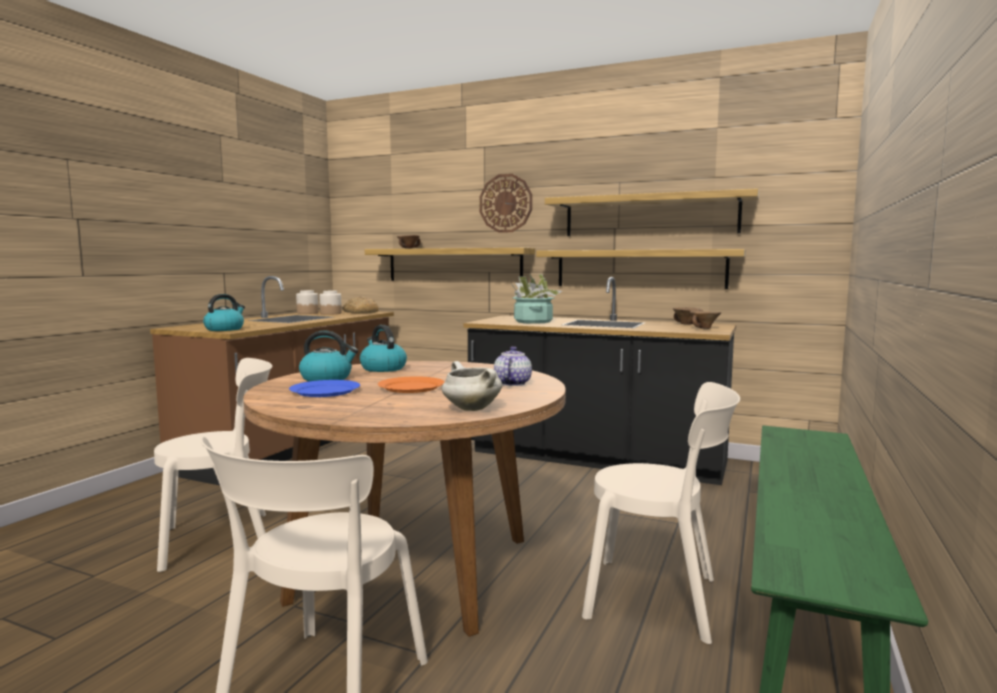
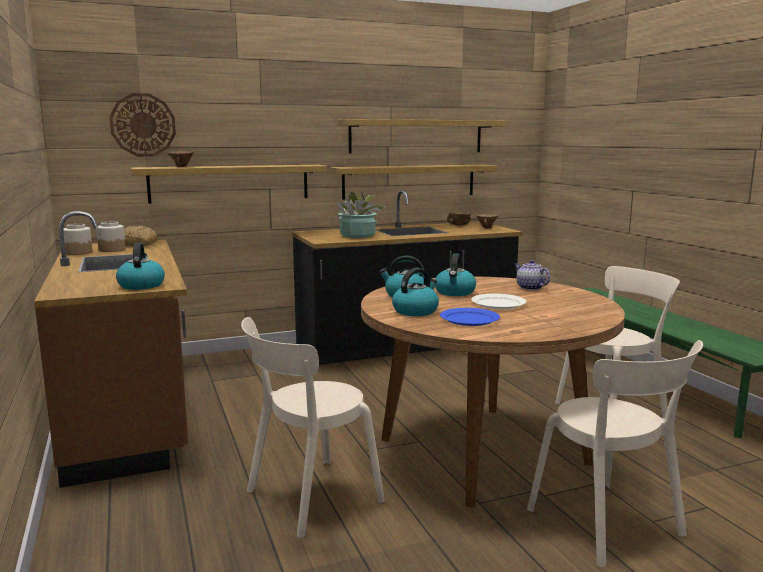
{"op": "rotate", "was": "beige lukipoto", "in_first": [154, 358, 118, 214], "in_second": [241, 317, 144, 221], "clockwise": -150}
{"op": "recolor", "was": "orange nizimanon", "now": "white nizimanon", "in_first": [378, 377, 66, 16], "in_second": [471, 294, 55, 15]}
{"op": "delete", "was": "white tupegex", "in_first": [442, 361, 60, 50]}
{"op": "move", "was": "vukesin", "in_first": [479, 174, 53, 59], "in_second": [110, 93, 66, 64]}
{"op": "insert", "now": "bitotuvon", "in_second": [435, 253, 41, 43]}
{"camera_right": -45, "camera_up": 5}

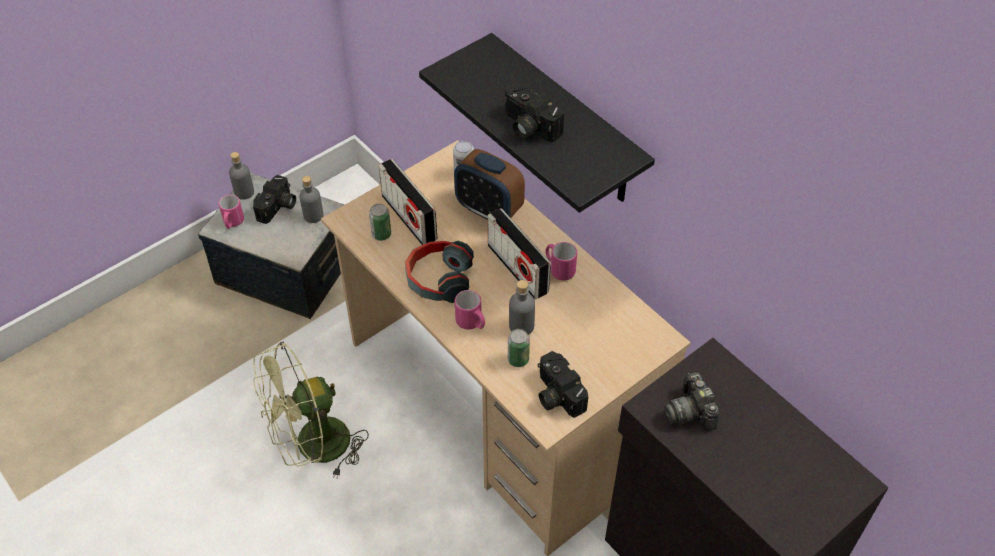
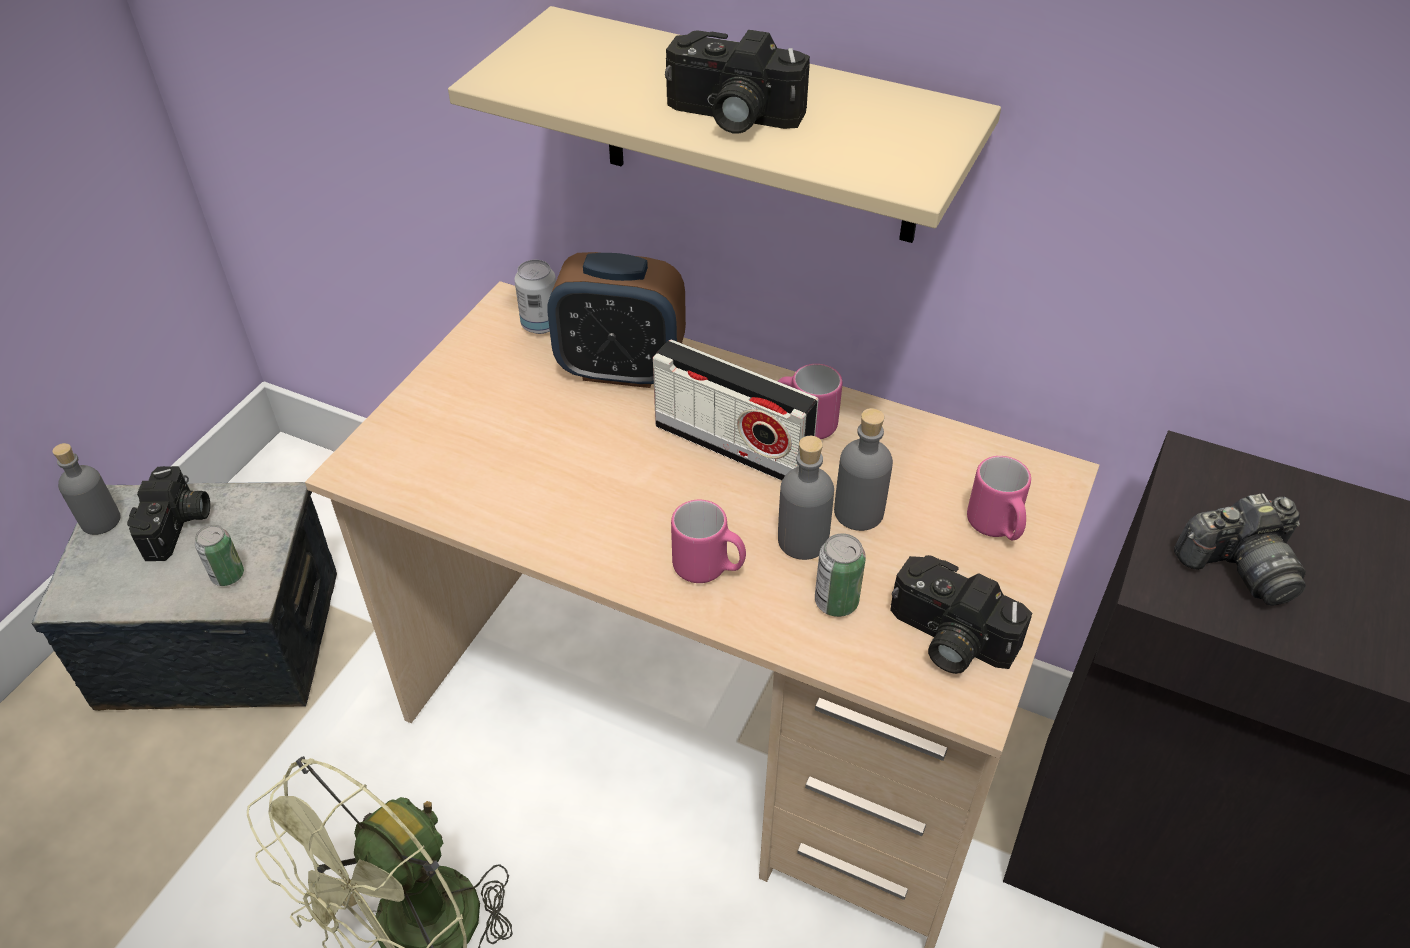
{"op": "move", "was": "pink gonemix", "in_first": [219, 195, 25, 34], "in_second": [967, 456, 64, 84]}
{"op": "move", "was": "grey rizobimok", "in_first": [299, 176, 25, 47], "in_second": [834, 408, 59, 123]}
{"op": "move", "was": "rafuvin", "in_first": [369, 204, 22, 37], "in_second": [195, 525, 49, 61]}
{"op": "delete", "was": "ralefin", "in_first": [378, 159, 59, 86]}
{"op": "delete", "was": "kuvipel", "in_first": [405, 240, 69, 63]}
{"op": "recolor", "was": "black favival", "now": "beige favival", "in_first": [419, 33, 236, 180], "in_second": [448, 6, 553, 237]}
{"op": "rotate", "was": "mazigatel", "in_first": [664, 372, 55, 59], "in_second": [1174, 493, 132, 113], "clockwise": -60}
{"camera_right": -25, "camera_up": -5}

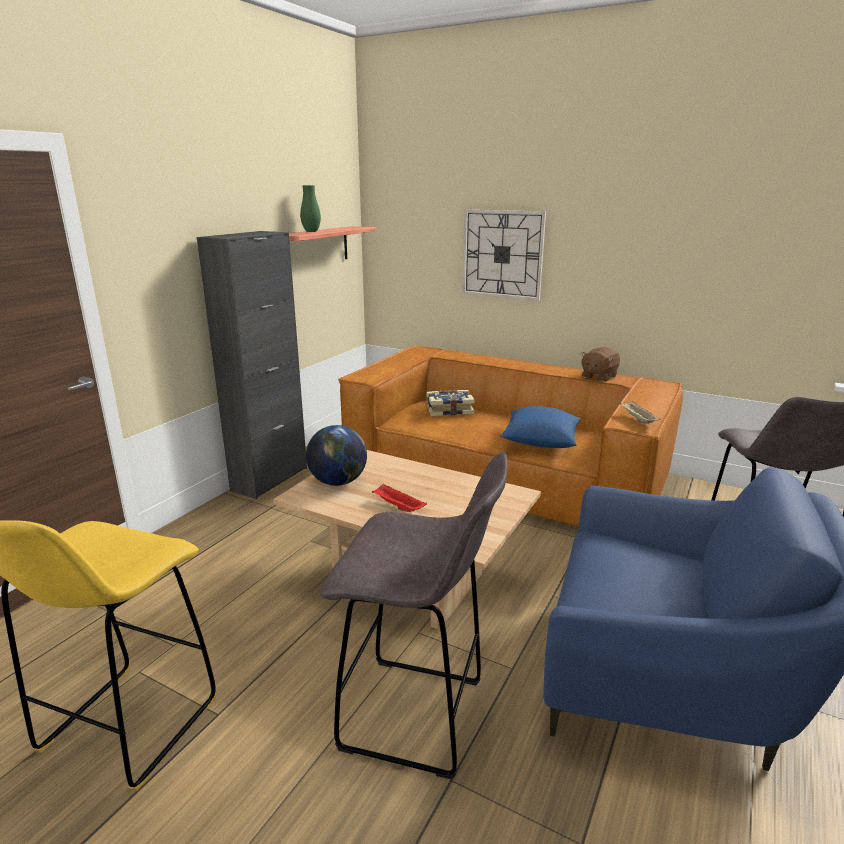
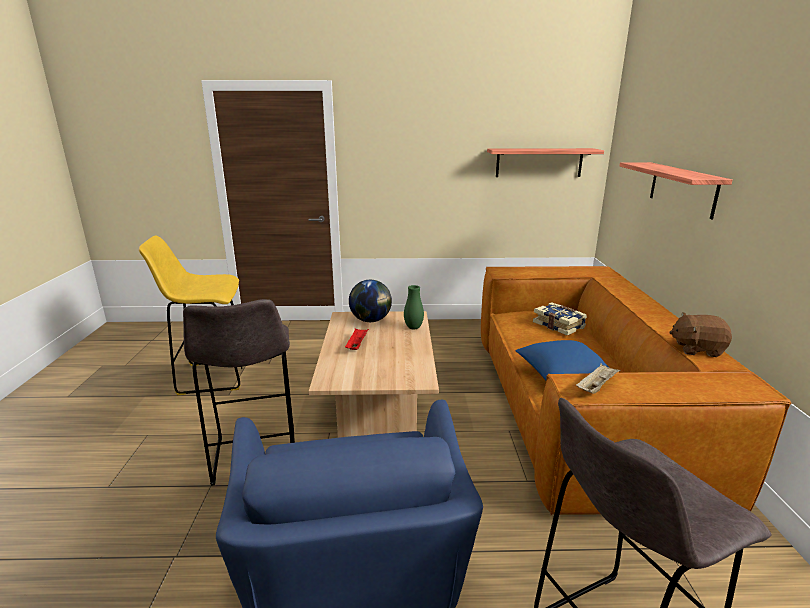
{"op": "delete", "was": "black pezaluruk", "in_first": [197, 231, 110, 268]}
{"op": "move", "was": "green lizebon", "in_first": [300, 185, 21, 47], "in_second": [404, 285, 20, 45]}
{"op": "replace", "was": "vukesin", "now": "favival", "in_first": [462, 210, 84, 91], "in_second": [619, 162, 114, 57]}
{"camera_right": 60, "camera_up": 0}

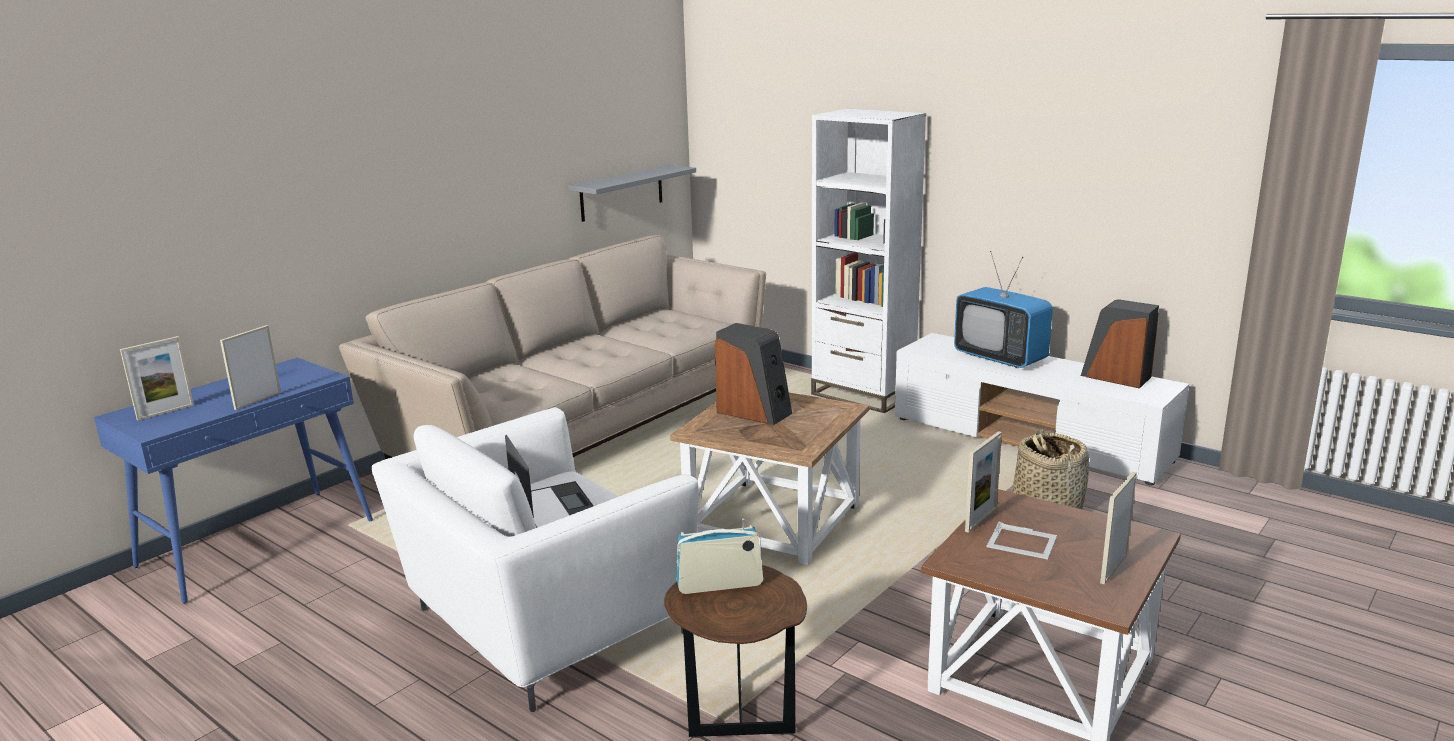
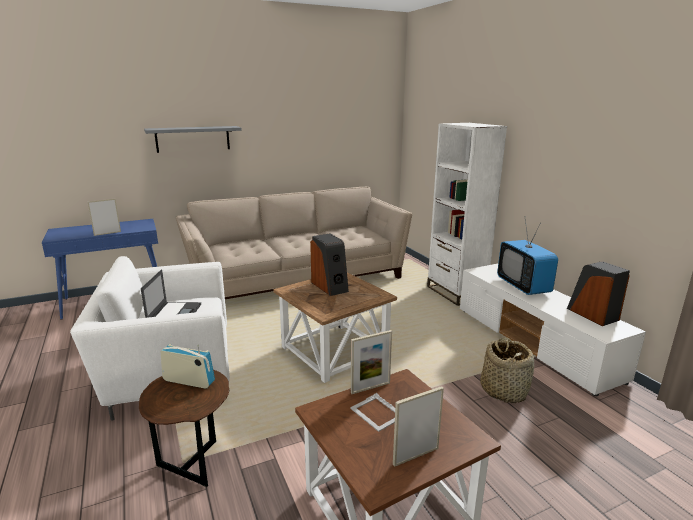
{"op": "delete", "was": "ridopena", "in_first": [120, 336, 74, 84]}
{"op": "move", "was": "grey favival", "in_first": [568, 165, 128, 57], "in_second": [144, 126, 98, 27]}
{"camera_right": 25, "camera_up": 0}

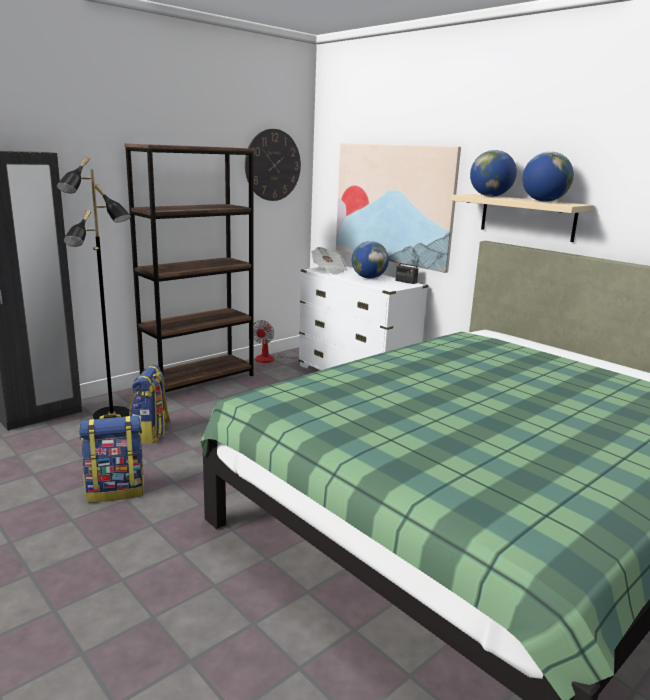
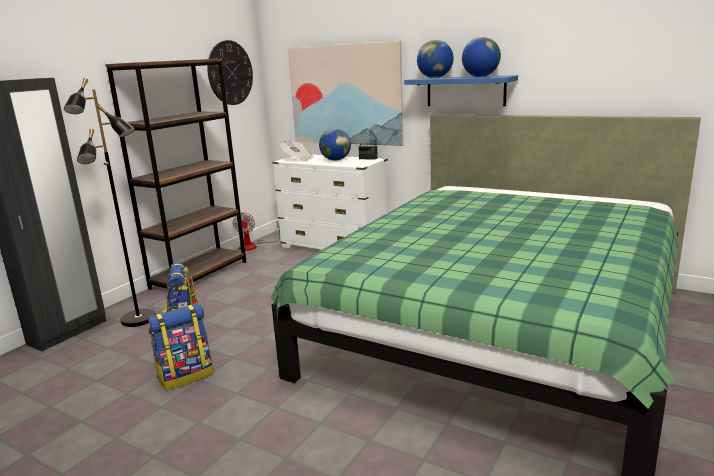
{"op": "recolor", "was": "beige favival", "now": "blue favival", "in_first": [451, 194, 143, 48], "in_second": [404, 75, 114, 31]}
{"camera_right": -15, "camera_up": 0}

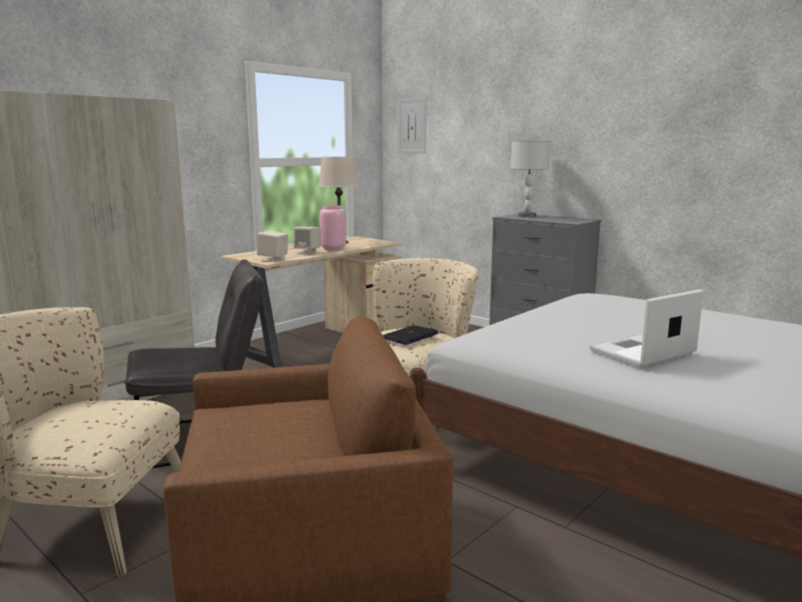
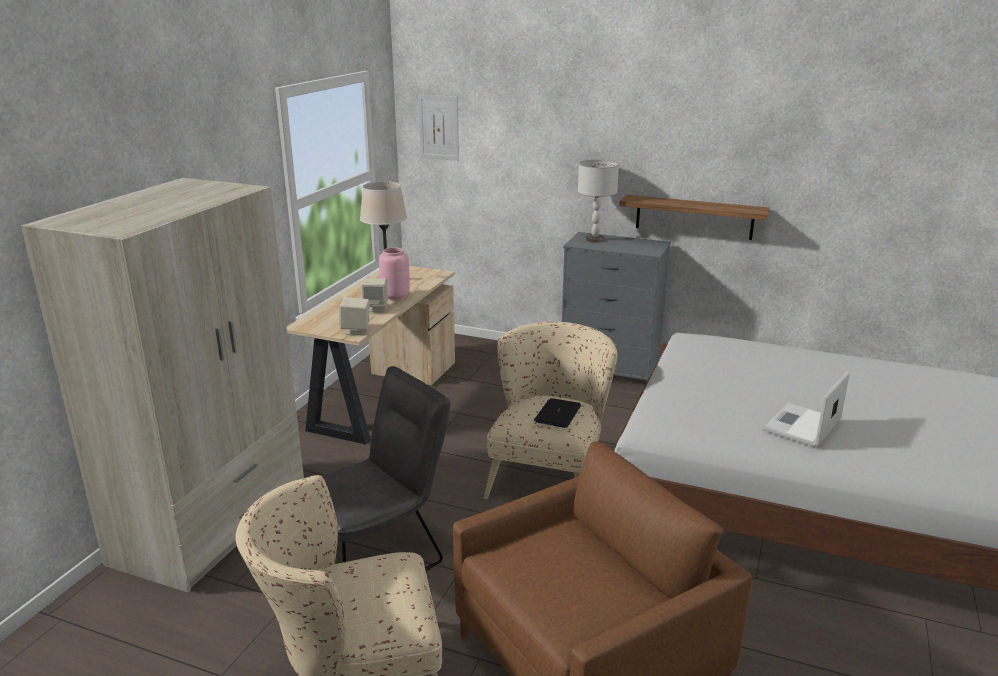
{"op": "insert", "now": "favival", "in_second": [619, 195, 151, 45]}
{"camera_right": -20, "camera_up": 10}

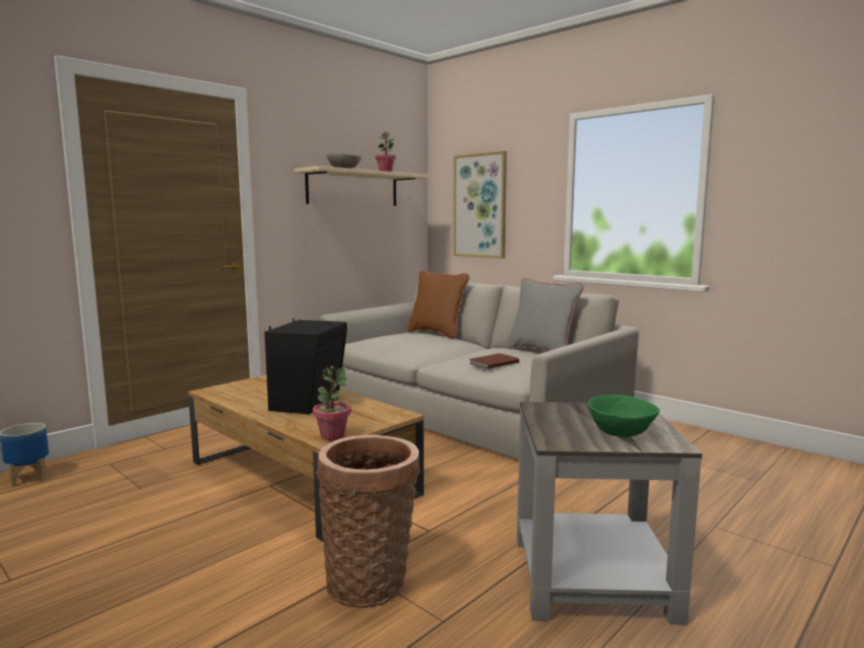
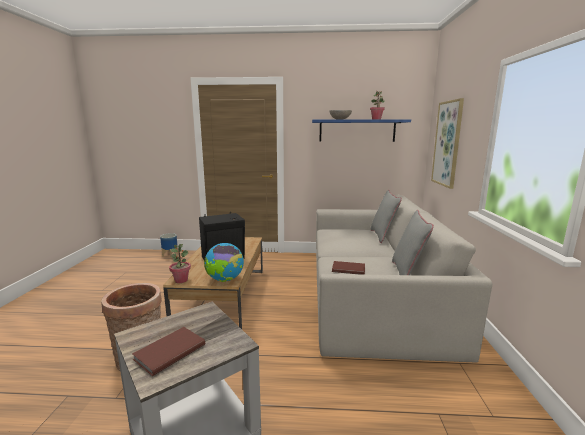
{"op": "recolor", "was": "beige favival", "now": "blue favival", "in_first": [294, 166, 134, 40], "in_second": [312, 119, 99, 23]}
{"op": "recolor", "was": "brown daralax", "now": "grey daralax", "in_first": [407, 270, 62, 69], "in_second": [370, 190, 32, 53]}
{"op": "replace", "was": "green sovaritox", "now": "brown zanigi", "in_first": [588, 395, 72, 42], "in_second": [132, 327, 73, 49]}
{"op": "insert", "now": "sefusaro", "in_second": [204, 243, 40, 39]}
{"camera_right": 50, "camera_up": 5}

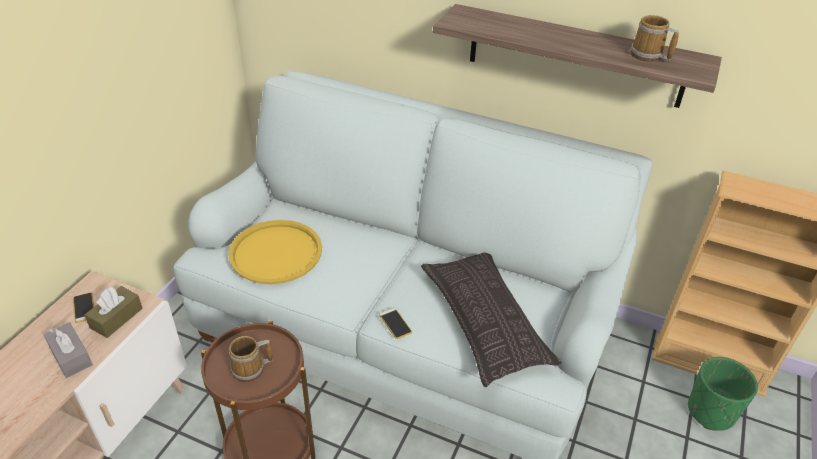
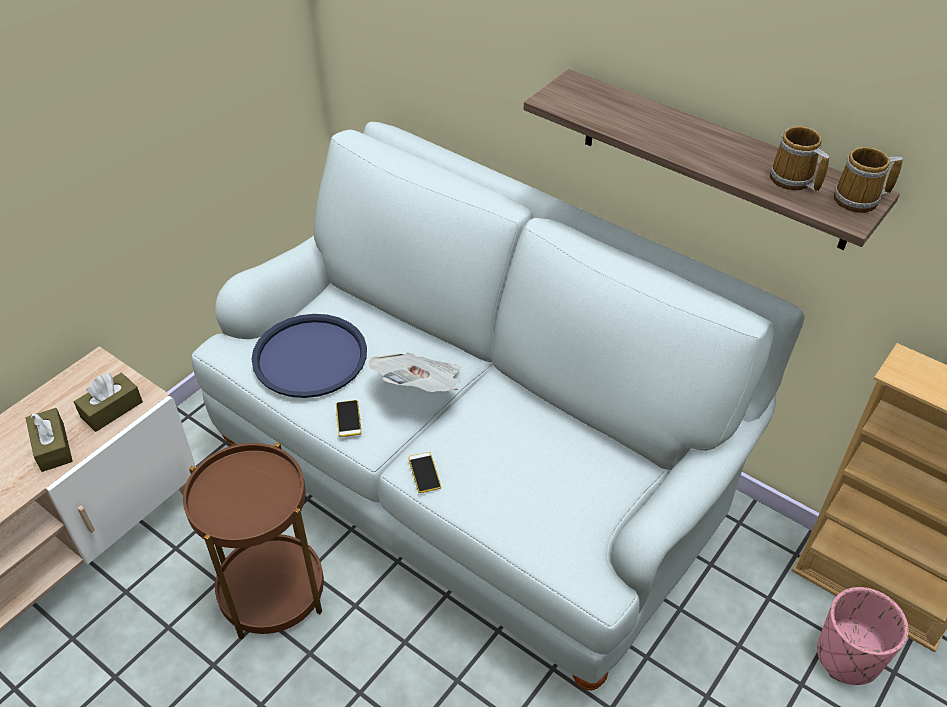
{"op": "recolor", "was": "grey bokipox", "now": "brown bokipox", "in_first": [43, 322, 50, 56], "in_second": [26, 408, 47, 64]}
{"op": "move", "was": "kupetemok", "in_first": [73, 292, 21, 31], "in_second": [336, 400, 26, 37]}
{"op": "recolor", "was": "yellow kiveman", "now": "blue kiveman", "in_first": [228, 220, 94, 64], "in_second": [251, 314, 116, 84]}
{"op": "move", "was": "gonemix", "in_first": [229, 336, 44, 46], "in_second": [834, 147, 69, 66]}
{"op": "delete", "was": "daralax", "in_first": [421, 253, 141, 134]}
{"op": "recolor", "was": "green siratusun", "now": "pink siratusun", "in_first": [688, 357, 70, 74], "in_second": [817, 587, 91, 98]}
{"op": "insert", "now": "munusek", "in_second": [369, 352, 92, 40]}
{"camera_right": 15, "camera_up": 5}

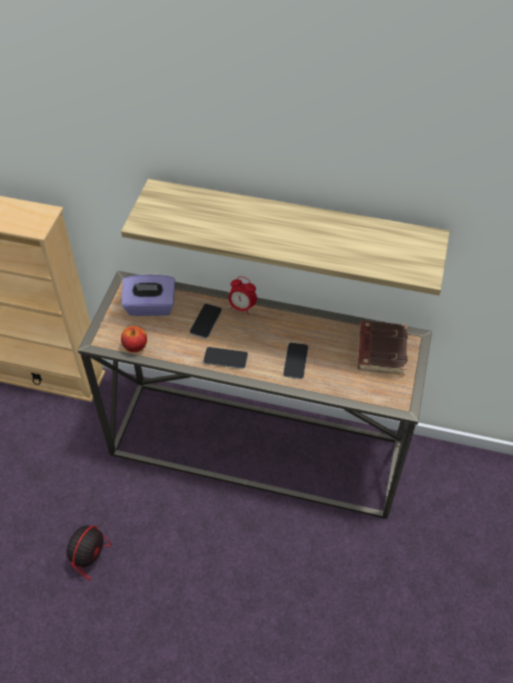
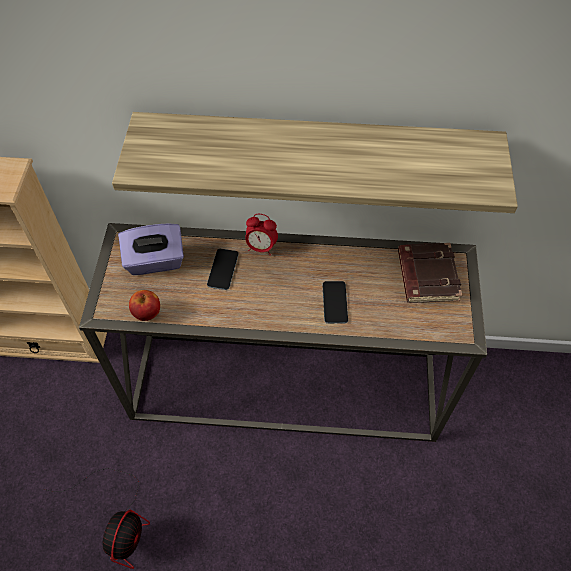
{"op": "delete", "was": "kupetemok", "in_first": [203, 347, 45, 22]}
{"camera_right": -10, "camera_up": 5}

